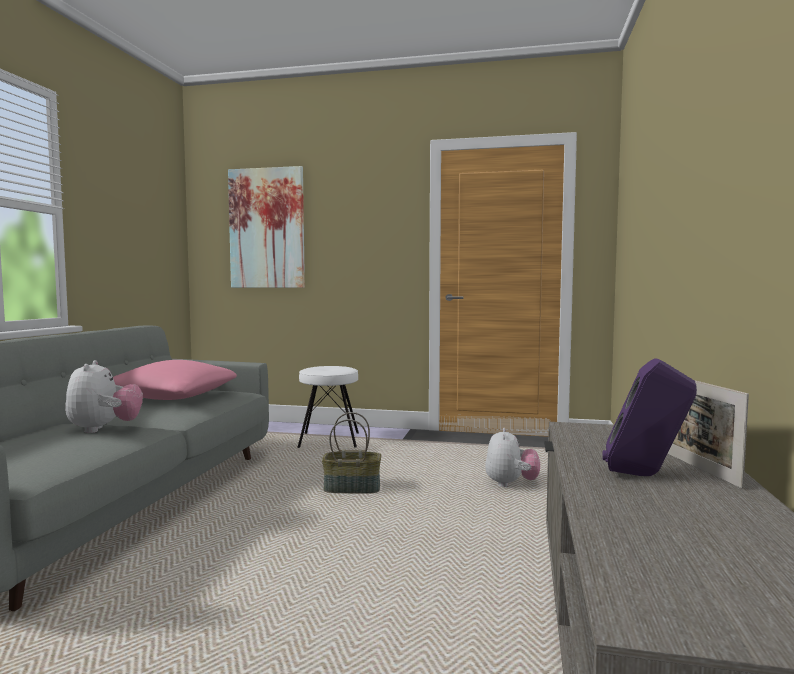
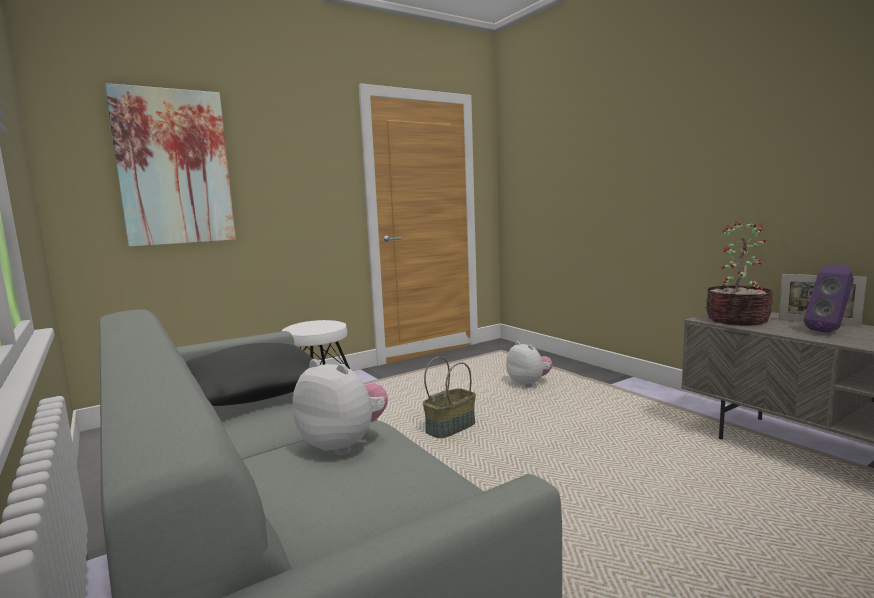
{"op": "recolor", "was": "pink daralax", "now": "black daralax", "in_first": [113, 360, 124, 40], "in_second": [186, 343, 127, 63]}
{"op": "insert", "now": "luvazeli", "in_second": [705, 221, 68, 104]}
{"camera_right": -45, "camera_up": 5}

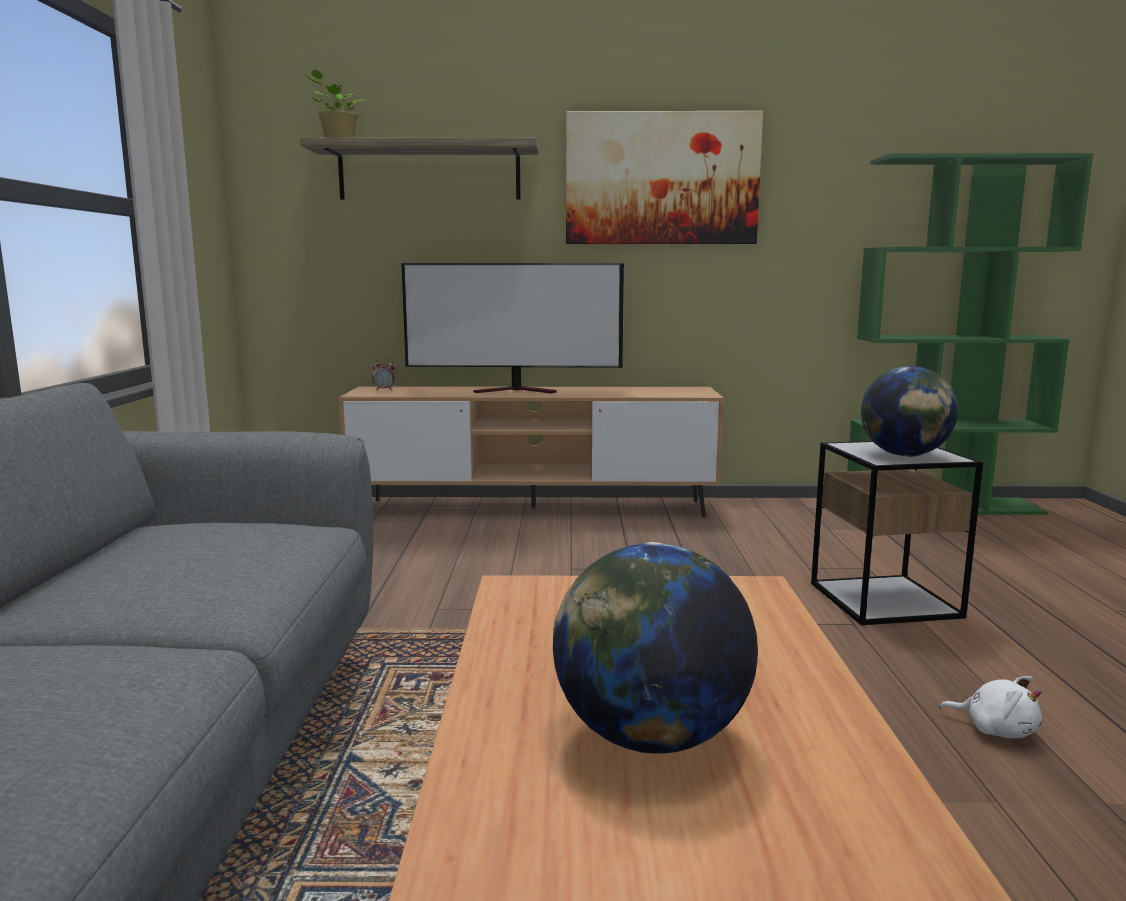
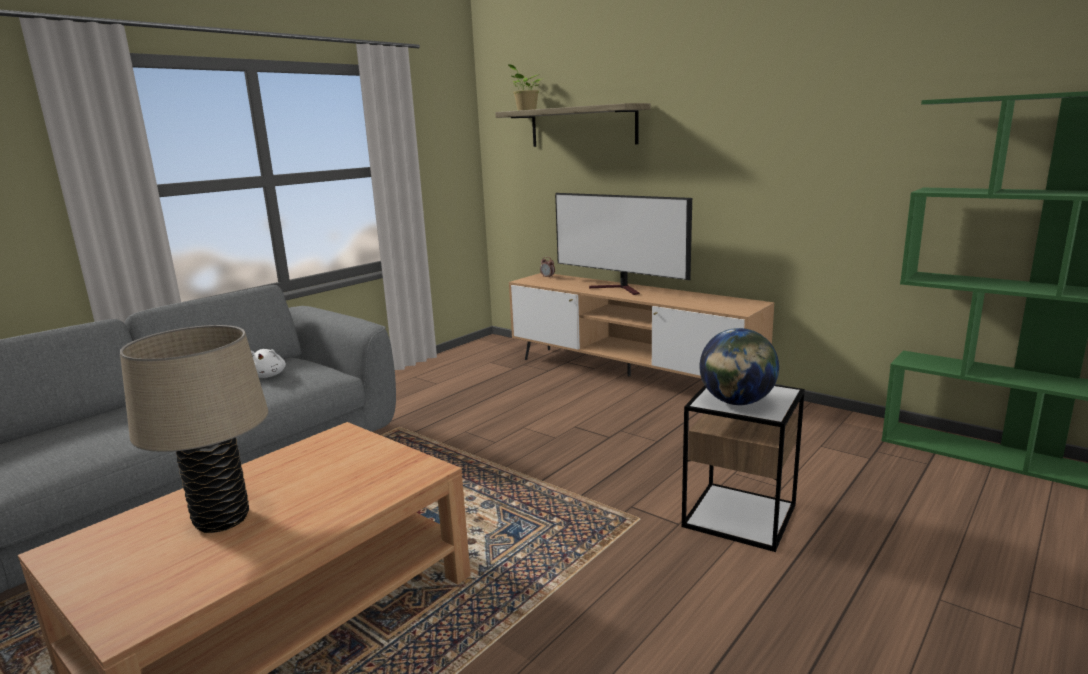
{"op": "replace", "was": "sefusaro", "now": "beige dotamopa", "in_first": [553, 542, 205, 212], "in_second": [120, 325, 148, 208]}
{"op": "delete", "was": "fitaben", "in_first": [566, 111, 197, 133]}
{"op": "move", "was": "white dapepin", "in_first": [939, 676, 103, 62], "in_second": [251, 349, 35, 29]}
{"camera_right": 40, "camera_up": 5}

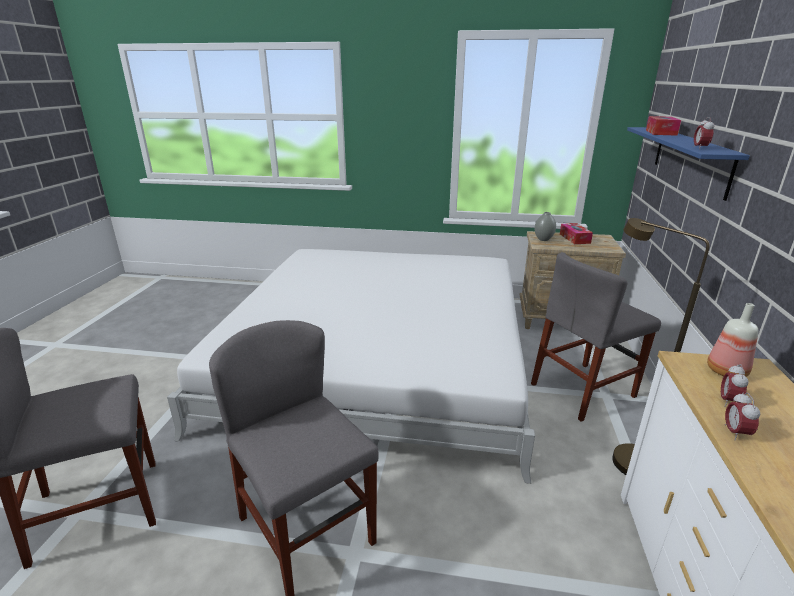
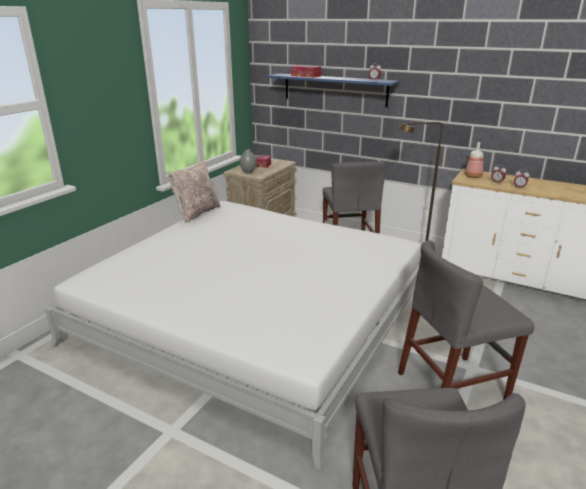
{"op": "insert", "now": "beige daralax", "in_second": [168, 161, 52, 62]}
{"camera_right": -70, "camera_up": 0}

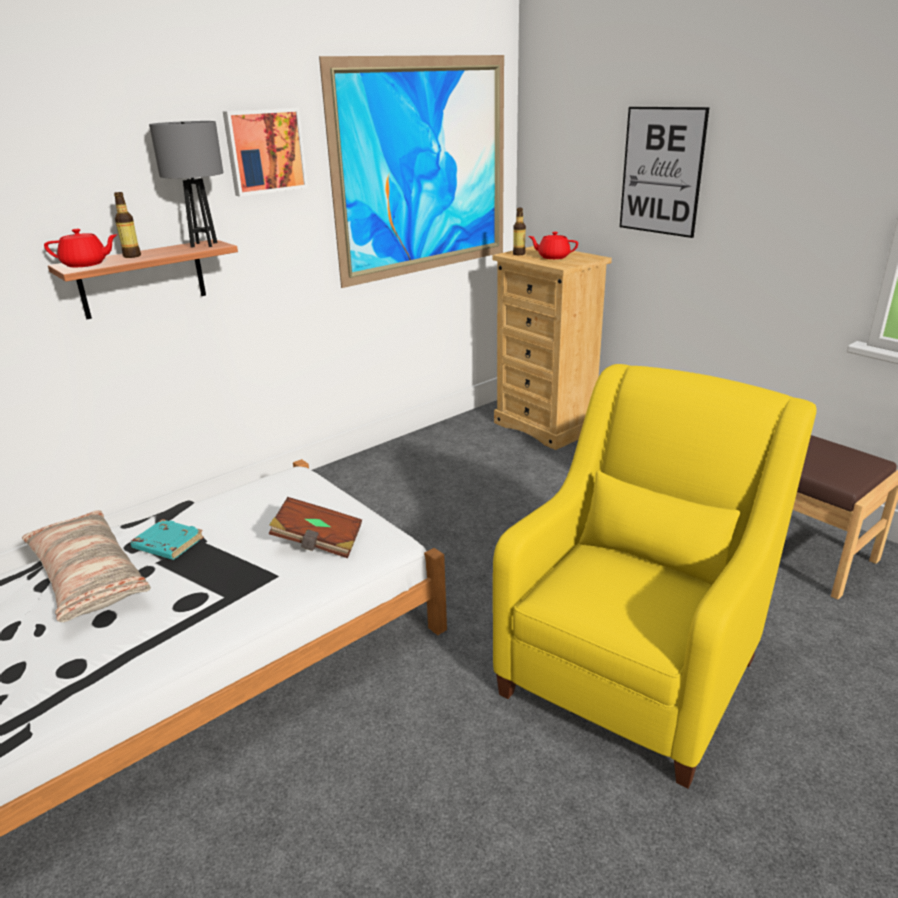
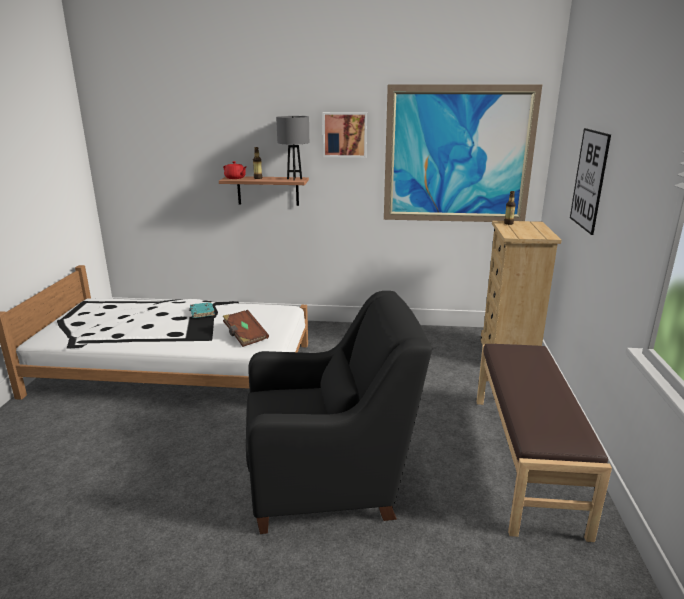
{"op": "delete", "was": "daralax", "in_first": [22, 510, 129, 112]}
{"op": "recolor", "was": "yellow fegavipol", "now": "black fegavipol", "in_first": [493, 364, 324, 425], "in_second": [246, 291, 186, 243]}
{"op": "delete", "was": "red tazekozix", "in_first": [528, 232, 50, 27]}
{"camera_right": 45, "camera_up": -5}

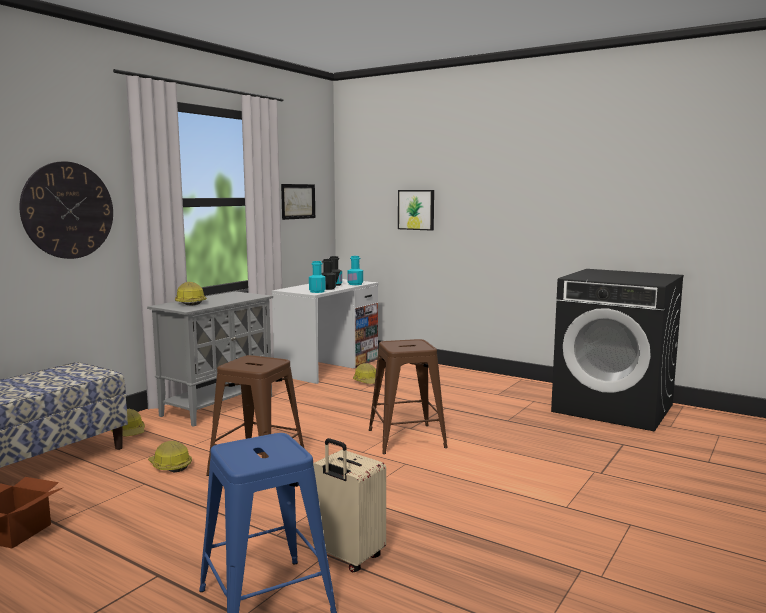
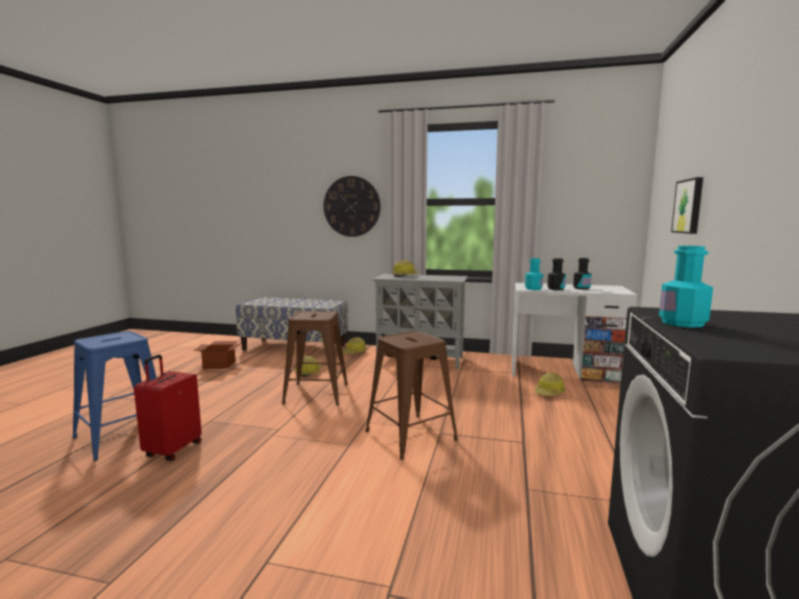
{"op": "delete", "was": "fitaben", "in_first": [281, 184, 34, 36]}
{"op": "recolor", "was": "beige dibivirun", "now": "red dibivirun", "in_first": [313, 438, 73, 135], "in_second": [134, 355, 68, 106]}
{"op": "move", "was": "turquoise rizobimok", "in_first": [347, 256, 16, 29], "in_second": [659, 246, 54, 81]}
{"camera_right": 70, "camera_up": 0}

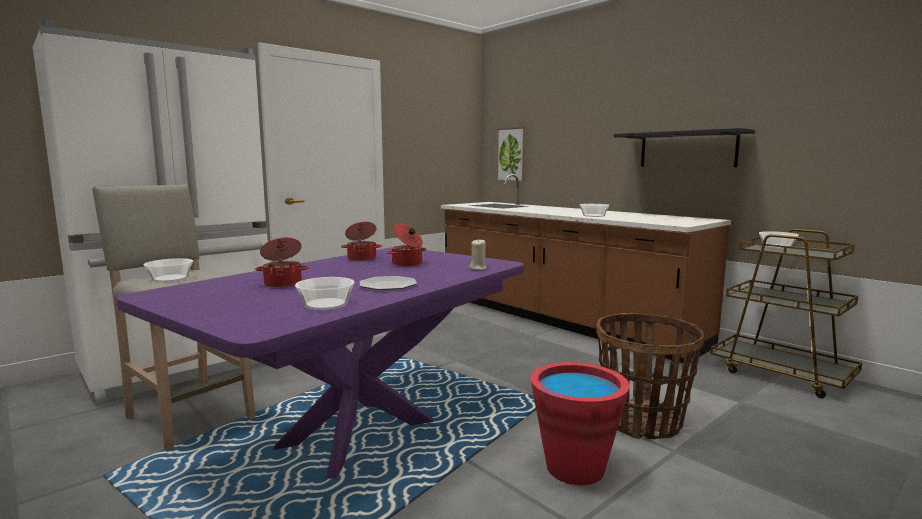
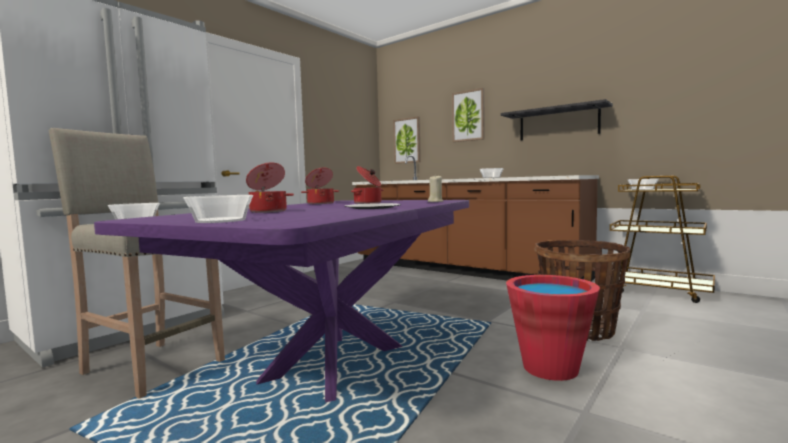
{"op": "move", "was": "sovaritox", "in_first": [295, 277, 59, 33], "in_second": [184, 195, 69, 28]}
{"op": "insert", "now": "fitaben", "in_second": [452, 88, 33, 54]}
{"camera_right": -10, "camera_up": -5}

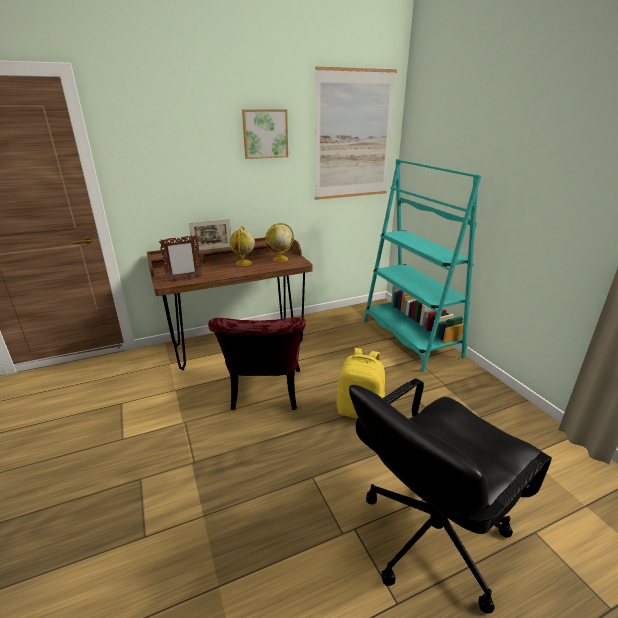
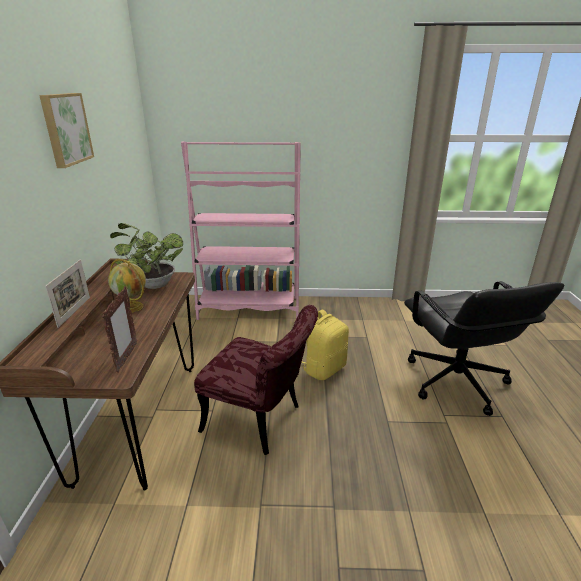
{"op": "replace", "was": "sefusaro", "now": "luvazeli", "in_first": [265, 223, 29, 39], "in_second": [110, 223, 73, 66]}
{"op": "delete", "was": "fitaben", "in_first": [315, 67, 82, 133]}
{"op": "recolor", "was": "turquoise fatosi", "now": "pink fatosi", "in_first": [364, 159, 117, 213], "in_second": [181, 141, 120, 179]}
{"camera_right": -65, "camera_up": 0}

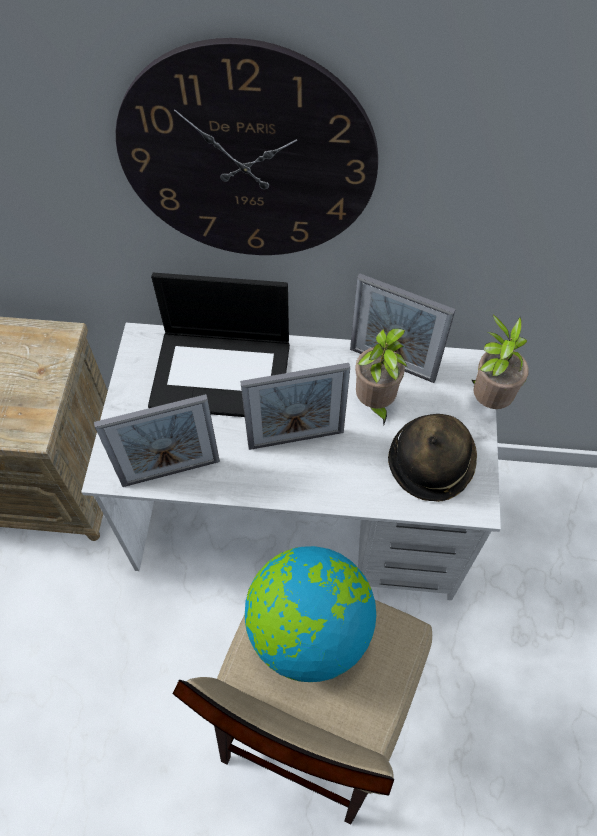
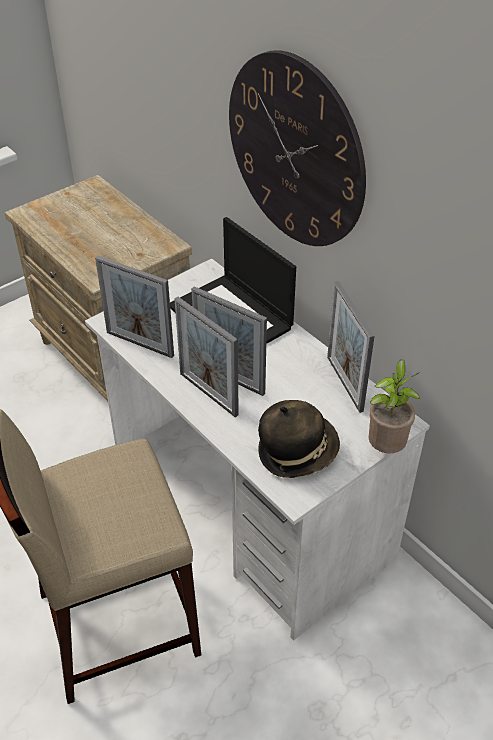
{"op": "delete", "was": "sefusaro", "in_first": [245, 546, 131, 136]}
{"op": "delete", "was": "luvazeli", "in_first": [355, 328, 52, 98]}
{"op": "insert", "now": "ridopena", "in_second": [174, 297, 65, 120]}
{"camera_right": 45, "camera_up": -15}

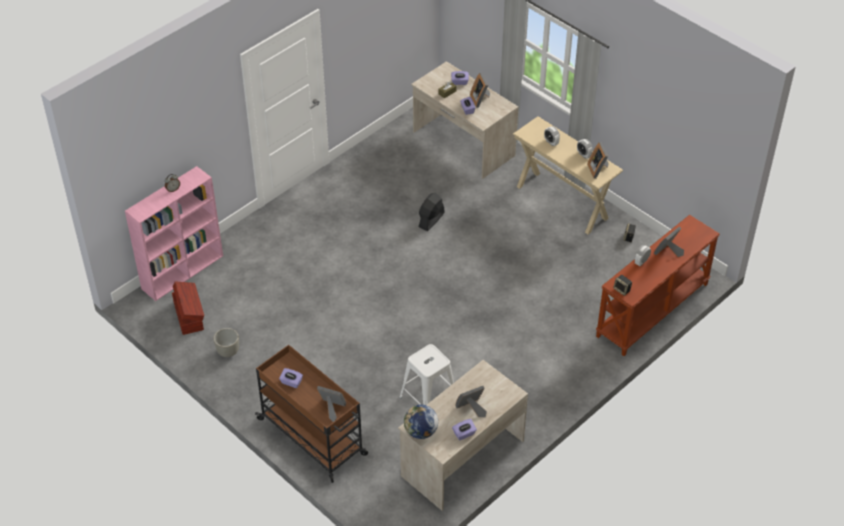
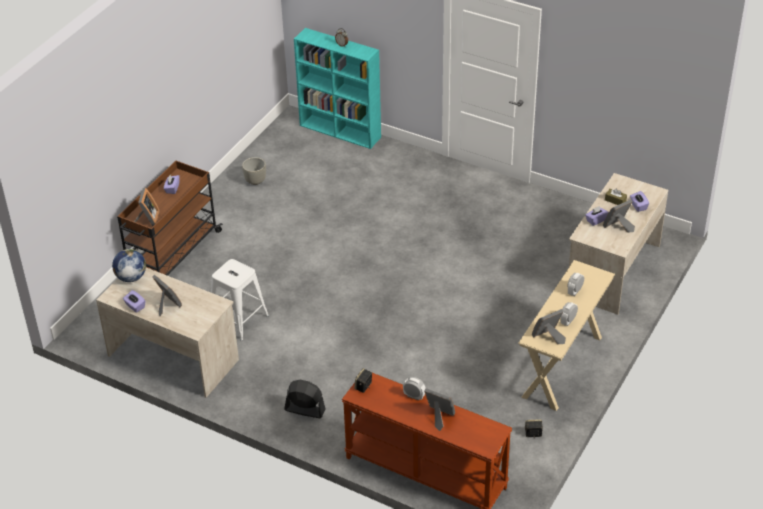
{"op": "recolor", "was": "pink fatosi", "now": "turquoise fatosi", "in_first": [125, 166, 98, 135], "in_second": [294, 28, 87, 121]}
{"op": "delete", "was": "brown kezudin", "in_first": [172, 282, 32, 53]}
{"op": "move", "was": "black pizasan", "in_first": [419, 193, 26, 38], "in_second": [284, 380, 42, 38]}
{"camera_right": 75, "camera_up": -5}

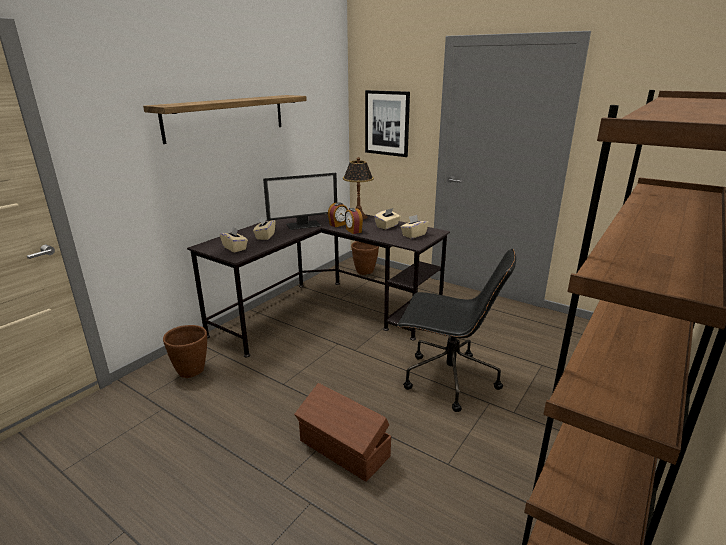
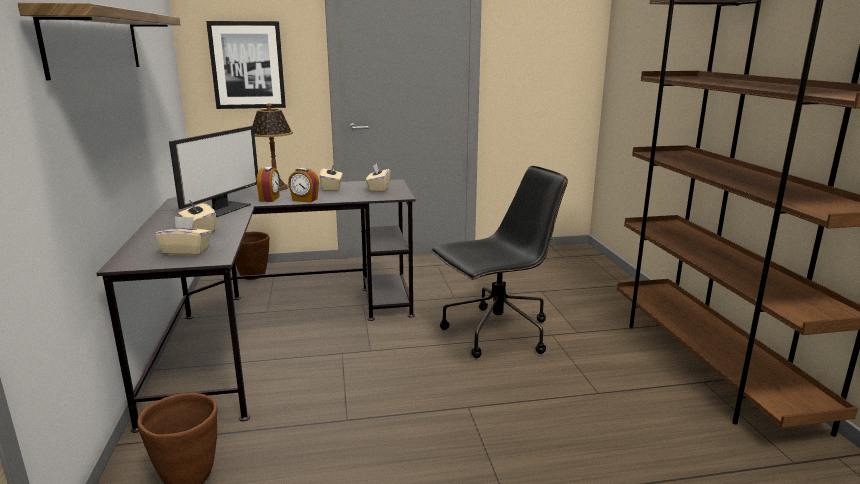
{"op": "delete", "was": "brown kezudin", "in_first": [294, 383, 97, 99]}
{"camera_right": -45, "camera_up": -5}

